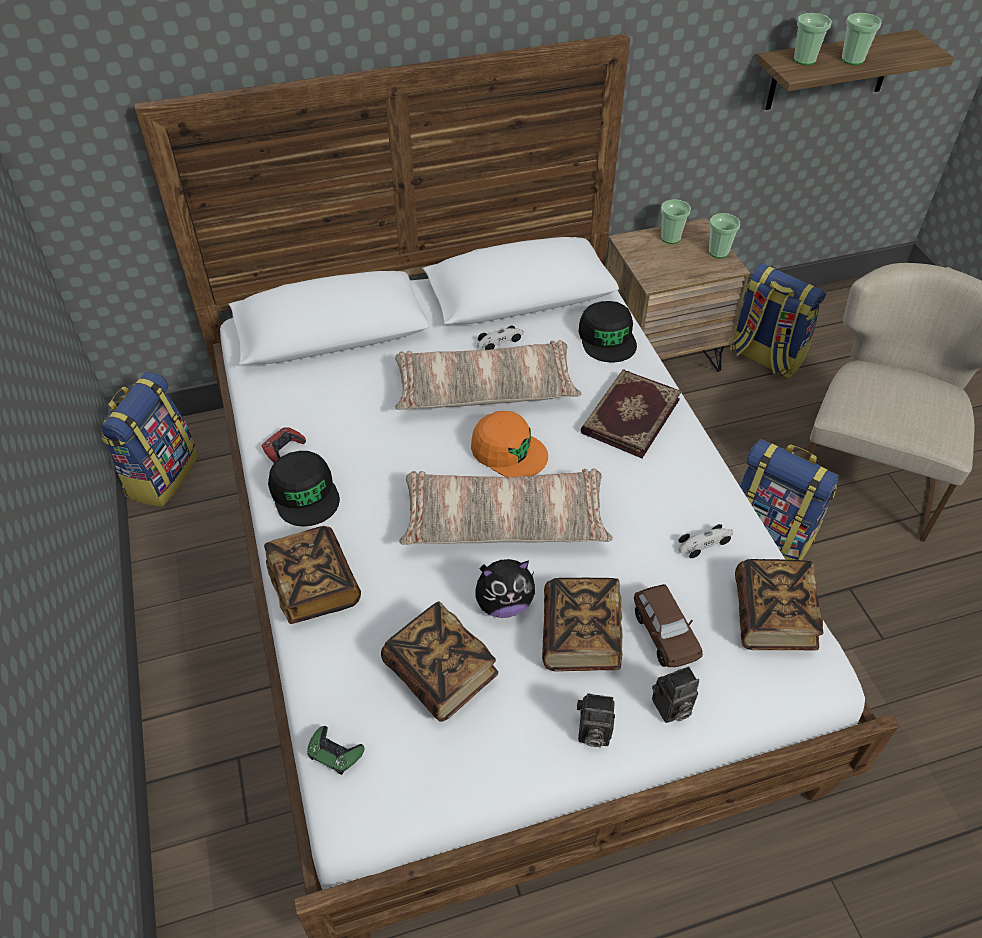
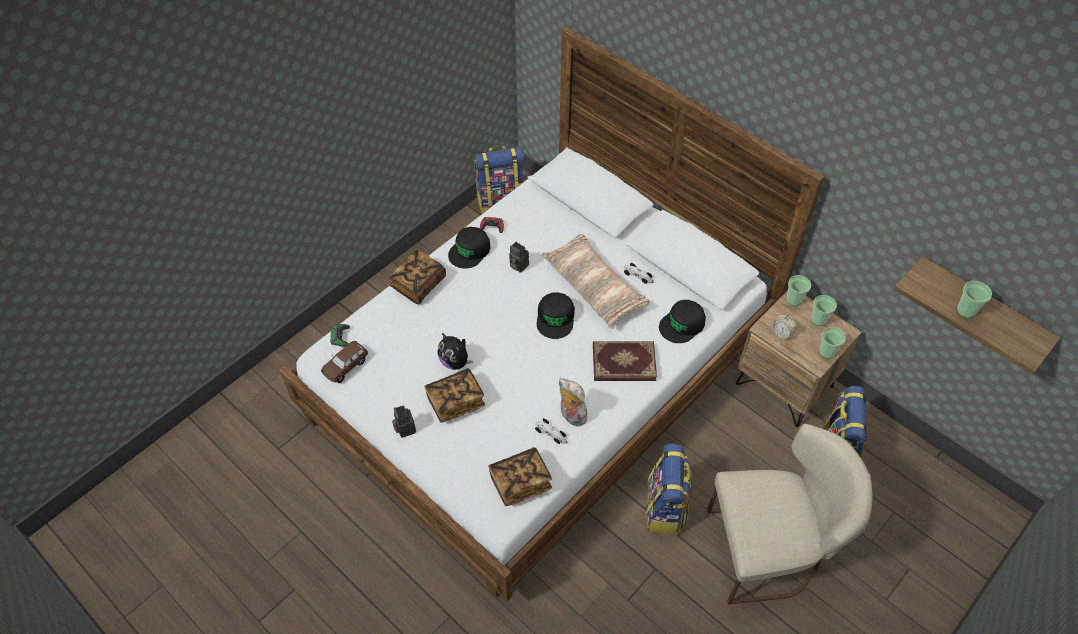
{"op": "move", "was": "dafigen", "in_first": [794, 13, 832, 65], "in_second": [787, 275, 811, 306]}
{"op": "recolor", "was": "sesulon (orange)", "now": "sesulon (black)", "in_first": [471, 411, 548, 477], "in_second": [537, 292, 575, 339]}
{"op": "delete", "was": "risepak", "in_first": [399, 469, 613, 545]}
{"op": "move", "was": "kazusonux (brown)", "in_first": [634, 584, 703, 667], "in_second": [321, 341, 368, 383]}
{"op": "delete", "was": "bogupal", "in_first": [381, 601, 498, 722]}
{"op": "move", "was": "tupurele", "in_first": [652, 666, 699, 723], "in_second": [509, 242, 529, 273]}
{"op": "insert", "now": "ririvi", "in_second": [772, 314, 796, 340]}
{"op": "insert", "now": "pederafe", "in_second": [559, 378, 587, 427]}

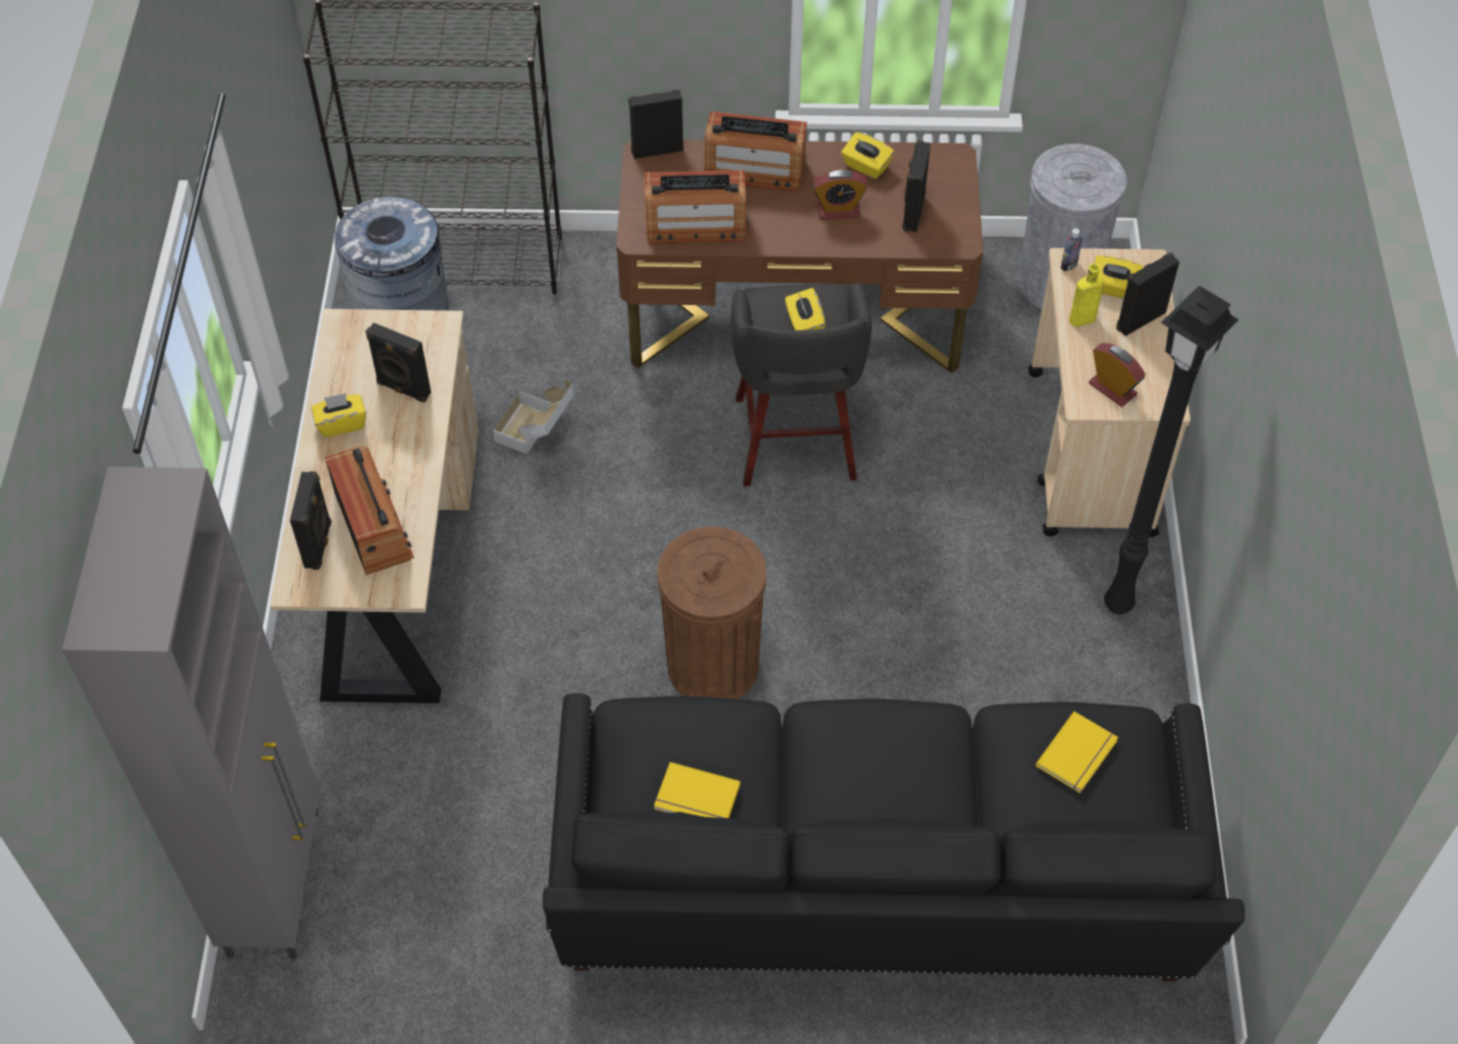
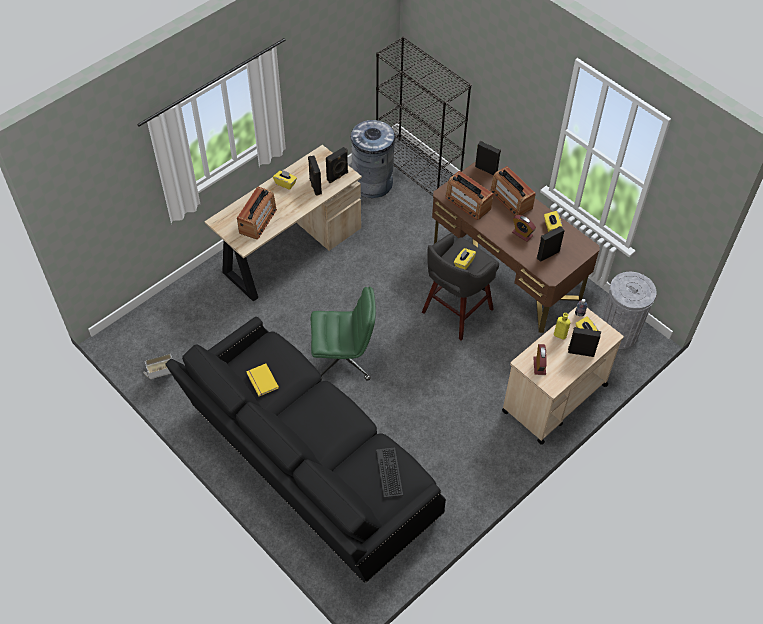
{"op": "delete", "was": "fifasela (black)", "in_first": [1104, 286, 1239, 615]}
{"op": "move", "was": "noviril", "in_first": [493, 380, 573, 454], "in_second": [143, 354, 172, 379]}
{"op": "delete", "was": "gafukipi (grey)", "in_first": [62, 467, 319, 959]}
{"op": "move", "was": "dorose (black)", "in_first": [290, 471, 332, 570], "in_second": [326, 147, 348, 183]}
{"op": "replace", "was": "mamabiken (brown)", "now": "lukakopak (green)", "in_first": [657, 527, 766, 699], "in_second": [311, 287, 376, 381]}
{"op": "replace", "was": "bogupal (yellow)", "now": "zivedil", "in_first": [1036, 711, 1118, 793], "in_second": [376, 448, 403, 498]}

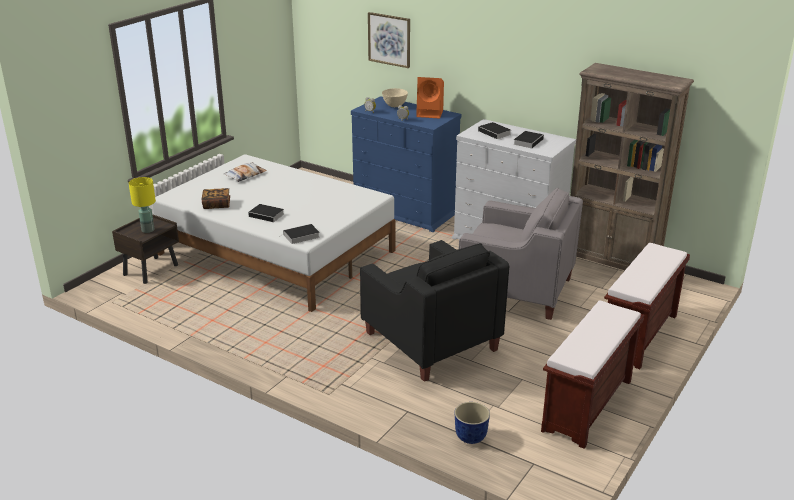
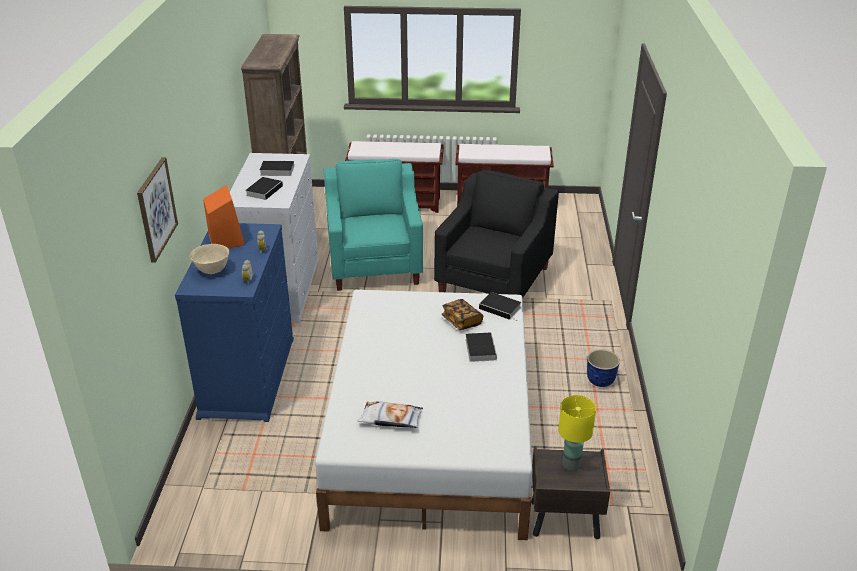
{"op": "move", "was": "bogupal", "in_first": [202, 188, 230, 209], "in_second": [441, 299, 483, 330]}
{"op": "recolor", "was": "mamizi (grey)", "now": "mamizi (turquoise)", "in_first": [459, 188, 583, 320], "in_second": [324, 159, 423, 291]}
{"op": "move", "was": "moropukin", "in_first": [455, 402, 490, 444], "in_second": [587, 349, 620, 387]}

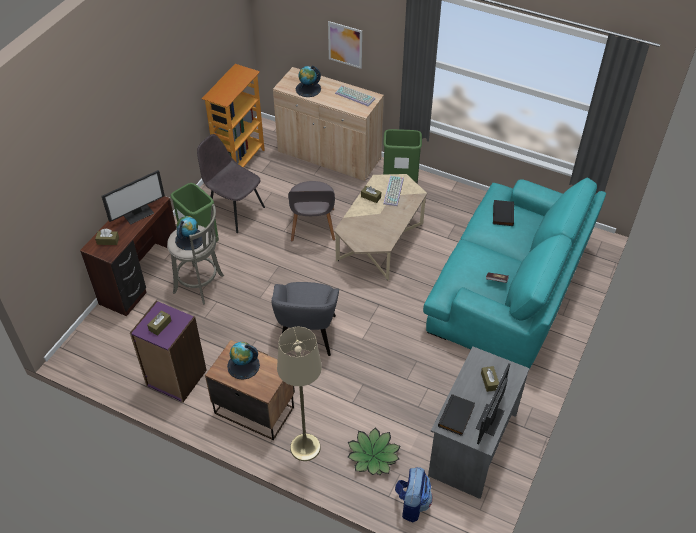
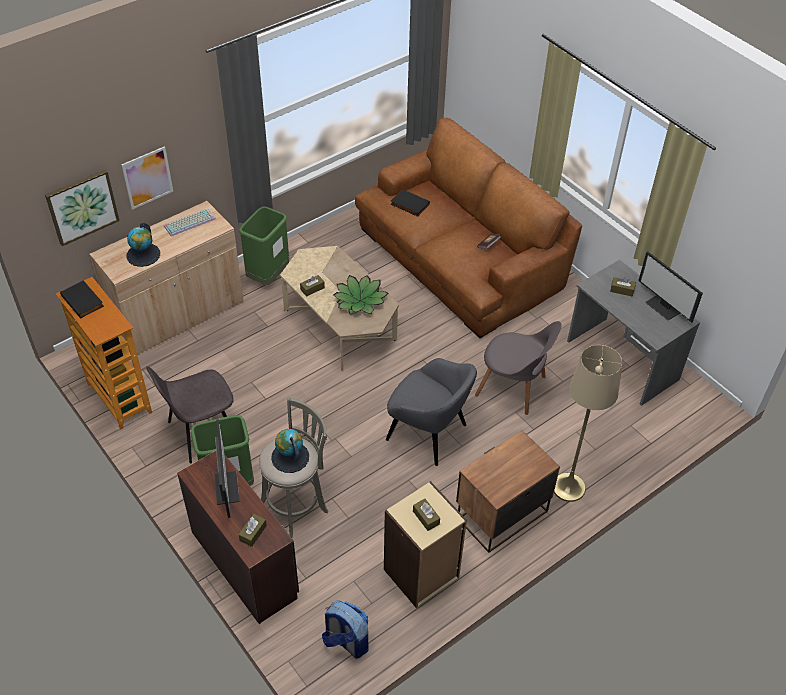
{"op": "delete", "was": "zivedil", "in_first": [383, 176, 404, 206]}
{"op": "recolor", "was": "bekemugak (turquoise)", "now": "bekemugak (brown)", "in_first": [423, 178, 606, 368], "in_second": [355, 118, 582, 338]}
{"op": "move", "was": "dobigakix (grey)", "in_first": [288, 181, 335, 241], "in_second": [475, 321, 562, 415]}
{"op": "recolor", "was": "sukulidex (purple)", "now": "sukulidex (beige)", "in_first": [130, 301, 207, 402], "in_second": [384, 481, 467, 608]}
{"op": "delete", "was": "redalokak", "in_first": [227, 342, 260, 380]}
{"op": "move", "was": "bogupal (black)", "in_first": [438, 394, 475, 436], "in_second": [60, 280, 104, 318]}
{"op": "move", "was": "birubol", "in_first": [348, 427, 401, 475], "in_second": [334, 275, 388, 314]}
{"op": "move", "was": "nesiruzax", "in_first": [395, 467, 433, 523], "in_second": [322, 600, 369, 658]}
{"op": "insert", "now": "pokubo", "in_second": [45, 169, 120, 246]}

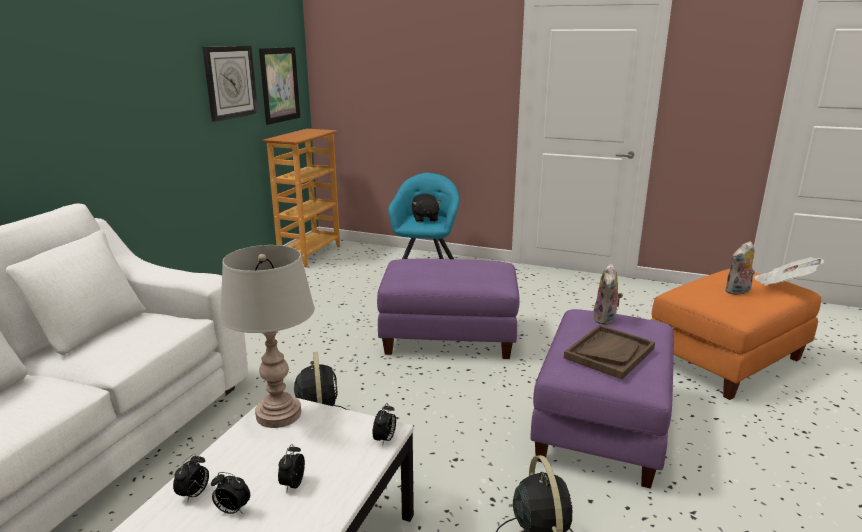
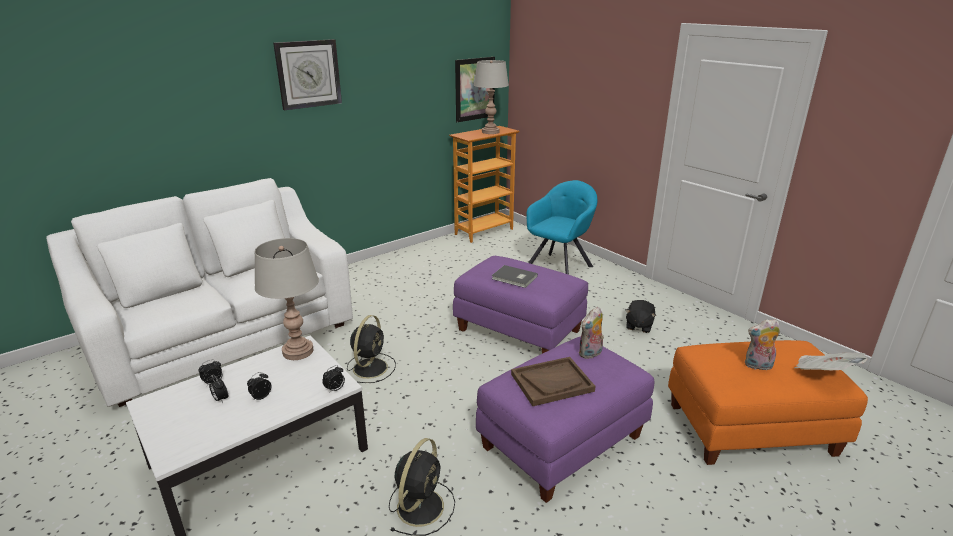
{"op": "move", "was": "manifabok", "in_first": [202, 46, 258, 122], "in_second": [273, 39, 342, 110]}
{"op": "move", "was": "pederafe (black)", "in_first": [412, 193, 441, 222], "in_second": [626, 300, 656, 333]}
{"op": "insert", "now": "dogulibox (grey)", "in_second": [474, 60, 509, 134]}
{"op": "insert", "now": "bogupal (grey)", "in_second": [491, 265, 538, 288]}

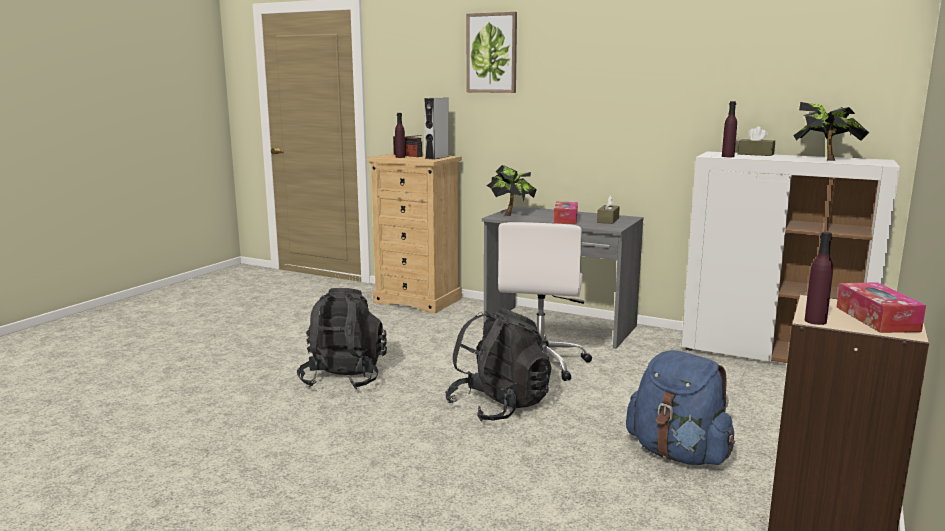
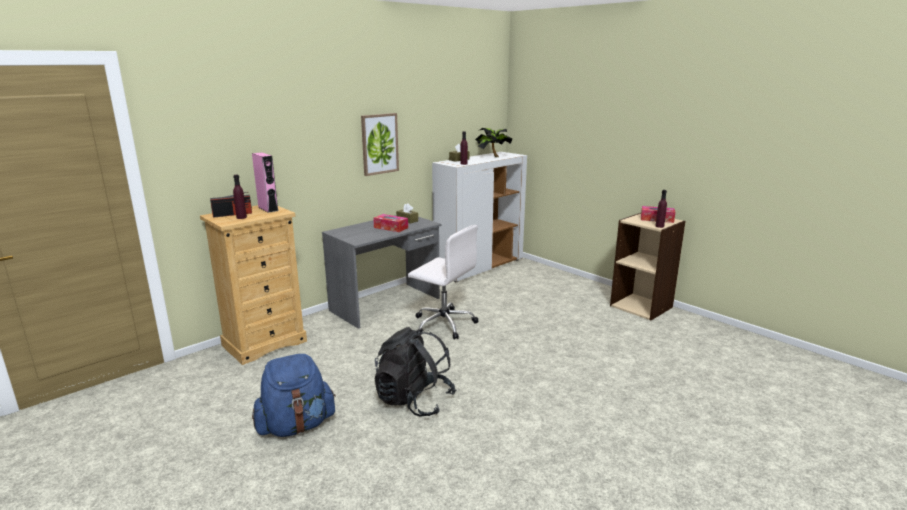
{"op": "move", "was": "pokubo", "in_first": [466, 12, 517, 93], "in_second": [361, 113, 399, 176]}
{"op": "recolor", "was": "dorose (grey)", "now": "dorose (pink)", "in_first": [424, 97, 449, 159], "in_second": [252, 152, 278, 213]}
{"op": "delete", "was": "birubol", "in_first": [486, 165, 537, 216]}
{"op": "delete", "was": "nesiruzax (black)", "in_first": [445, 308, 552, 421]}
{"op": "move", "was": "nesiruzax (blue)", "in_first": [626, 350, 735, 465], "in_second": [252, 354, 336, 437]}

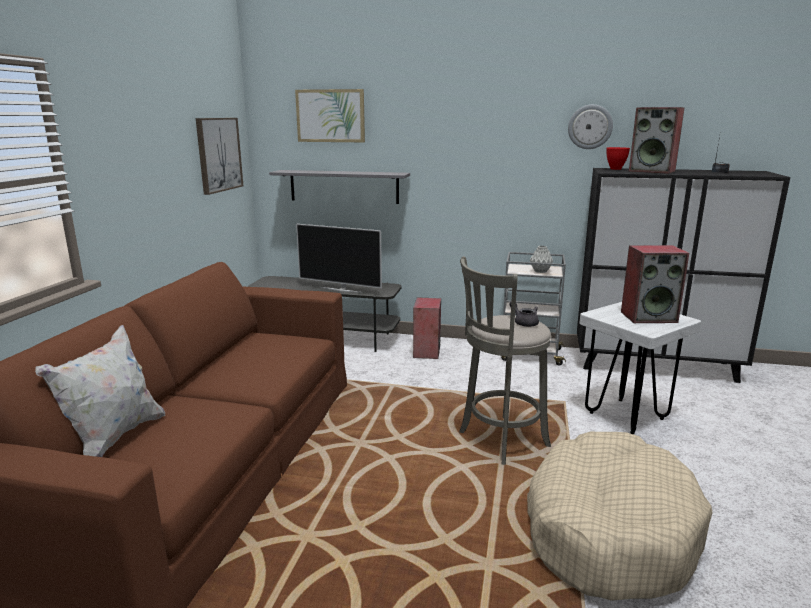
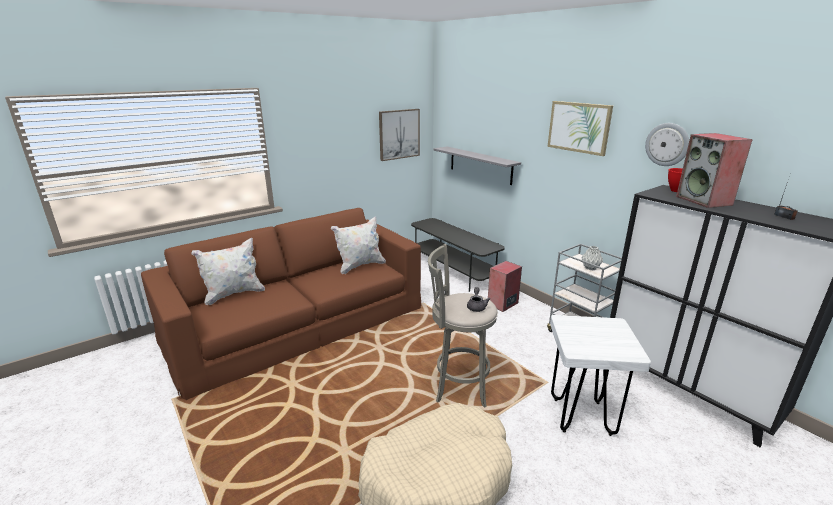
{"op": "move", "was": "pokubo", "in_first": [295, 89, 365, 142], "in_second": [548, 101, 613, 156]}
{"op": "delete", "was": "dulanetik", "in_first": [296, 224, 382, 293]}
{"op": "delete", "was": "dorose", "in_first": [621, 245, 689, 323]}
{"op": "insert", "now": "risepak (white)", "in_second": [331, 216, 386, 274]}

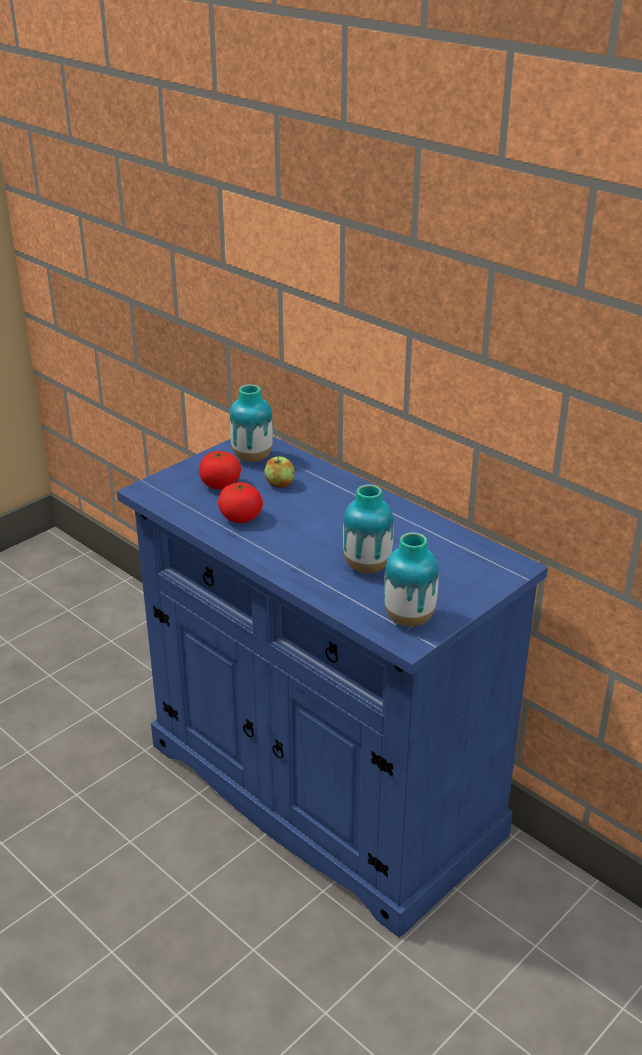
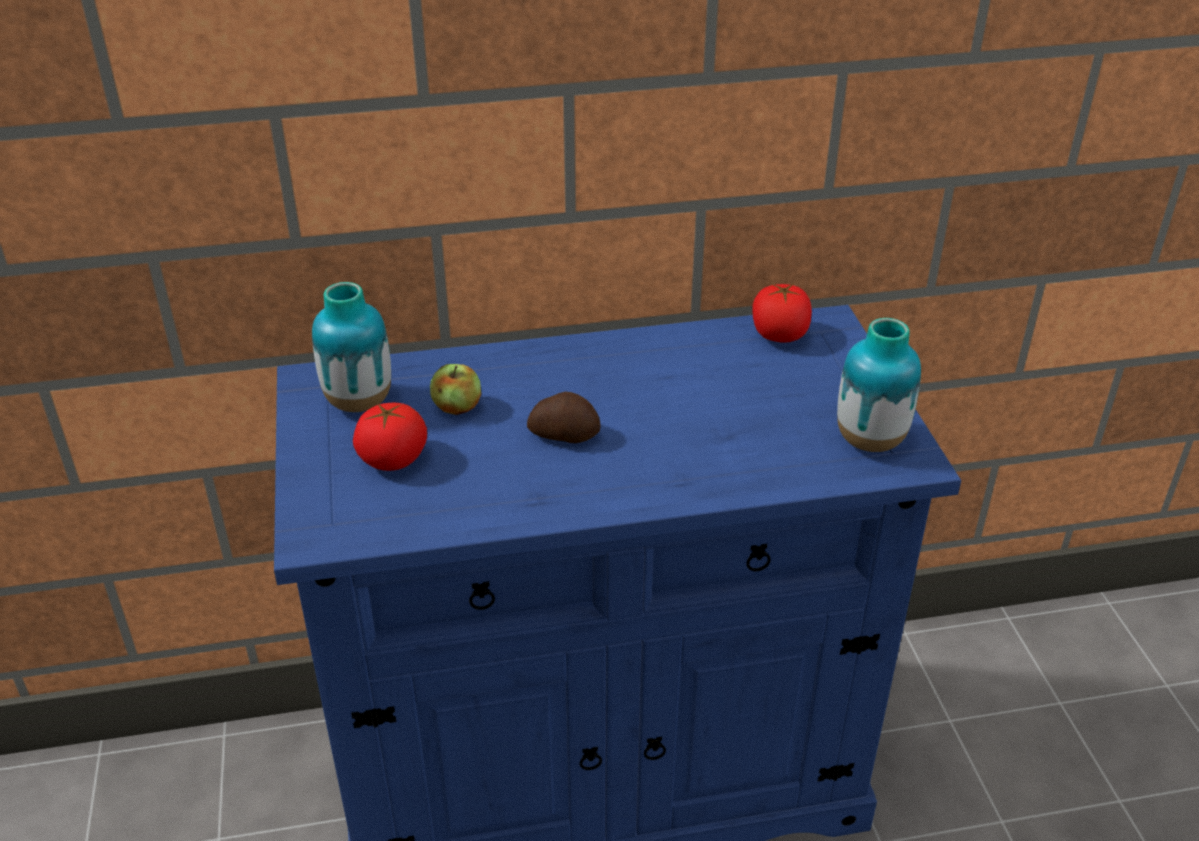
{"op": "move", "was": "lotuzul", "in_first": [218, 482, 263, 523], "in_second": [752, 283, 812, 343]}
{"op": "delete", "was": "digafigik", "in_first": [343, 484, 394, 573]}
{"op": "insert", "now": "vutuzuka", "in_second": [527, 392, 600, 443]}

